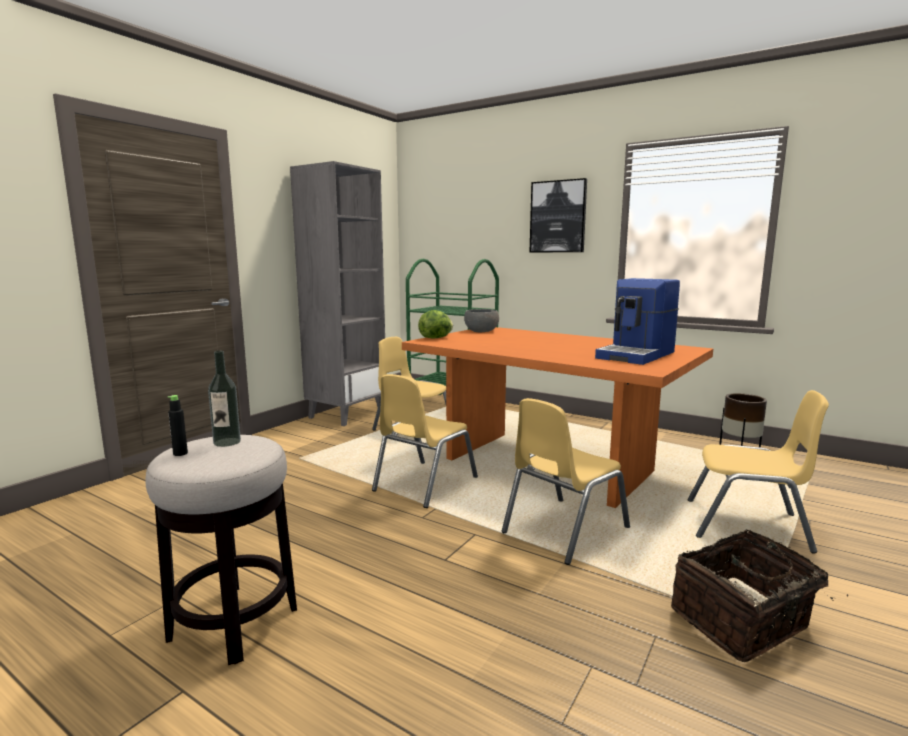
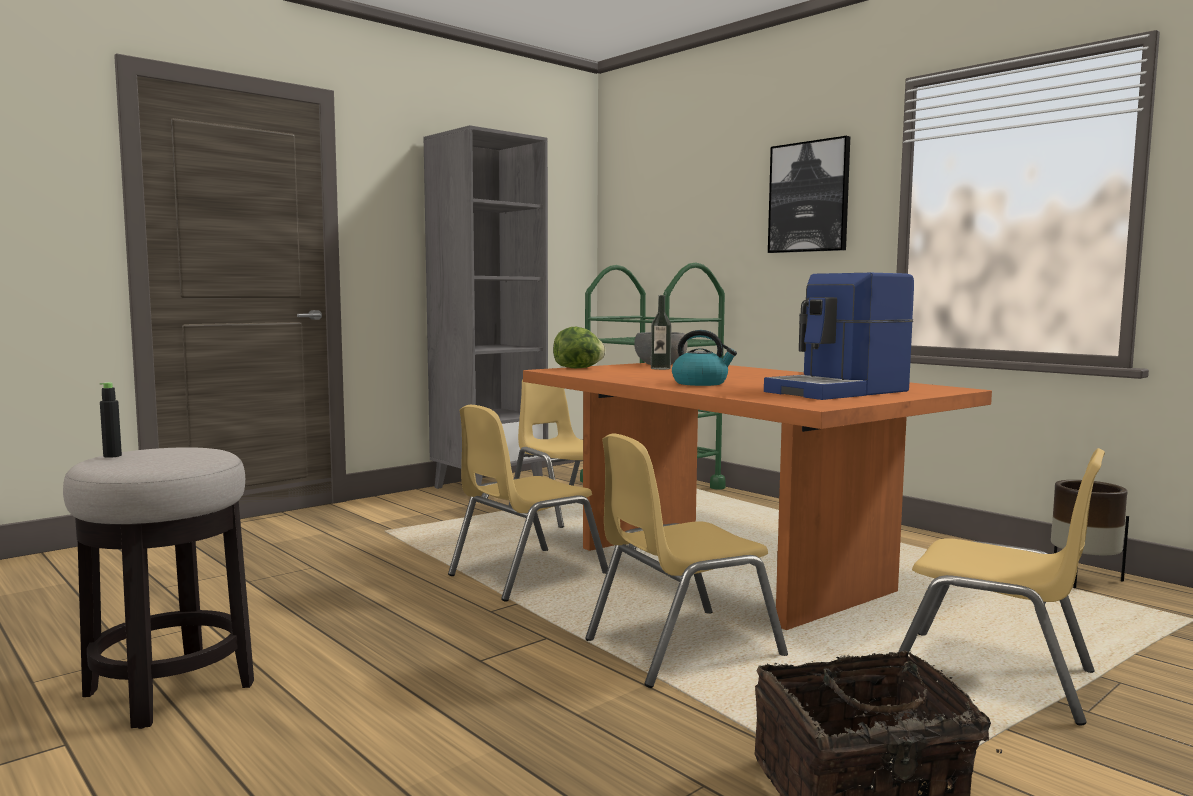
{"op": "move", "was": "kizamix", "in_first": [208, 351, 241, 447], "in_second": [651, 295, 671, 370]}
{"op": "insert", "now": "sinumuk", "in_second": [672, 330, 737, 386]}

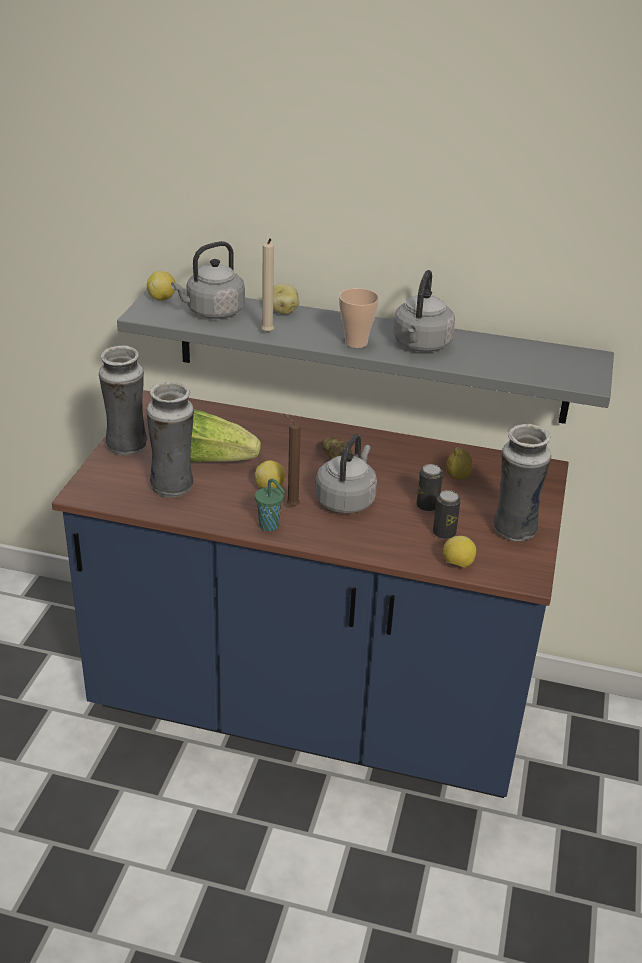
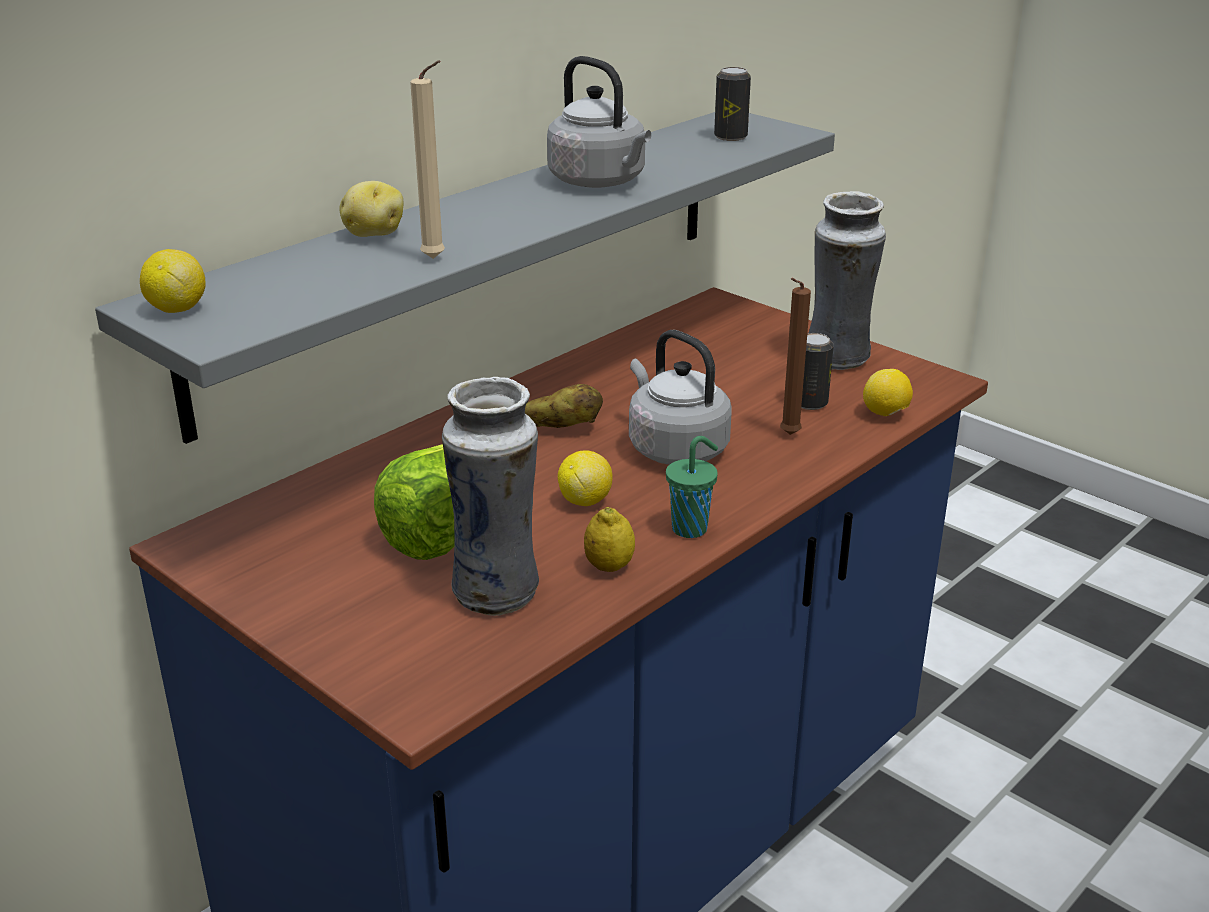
{"op": "delete", "was": "sinumuk (grey)", "in_first": [171, 241, 245, 319]}
{"op": "delete", "was": "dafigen", "in_first": [339, 288, 379, 348]}
{"op": "delete", "was": "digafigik", "in_first": [99, 345, 147, 455]}
{"op": "move", "was": "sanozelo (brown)", "in_first": [284, 414, 301, 506], "in_second": [780, 278, 811, 435]}
{"op": "move", "was": "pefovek", "in_first": [446, 447, 473, 480], "in_second": [584, 507, 635, 572]}
{"op": "move", "was": "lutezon", "in_first": [416, 464, 443, 512], "in_second": [714, 67, 751, 141]}

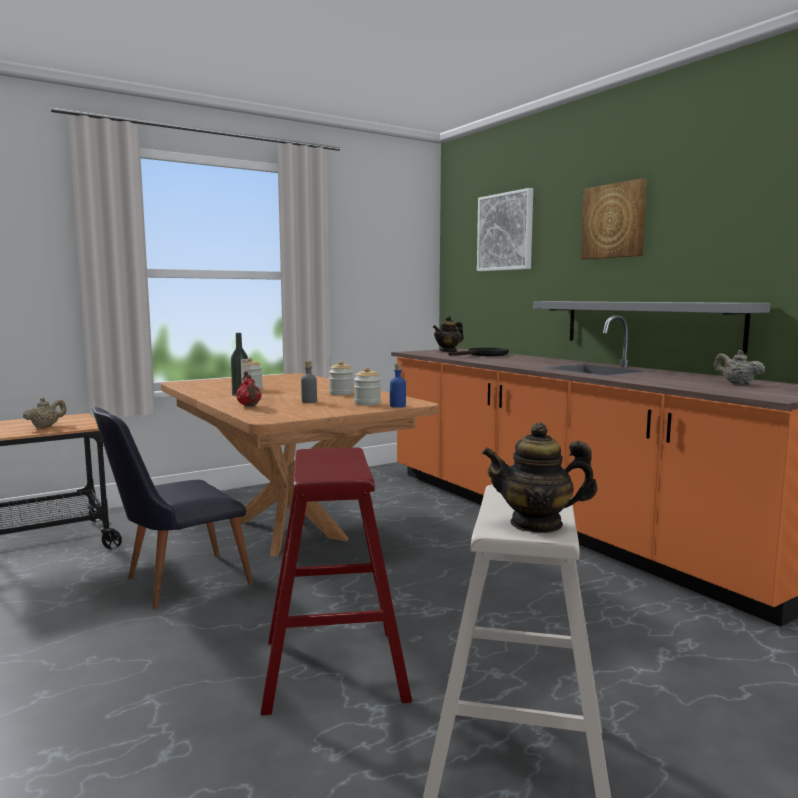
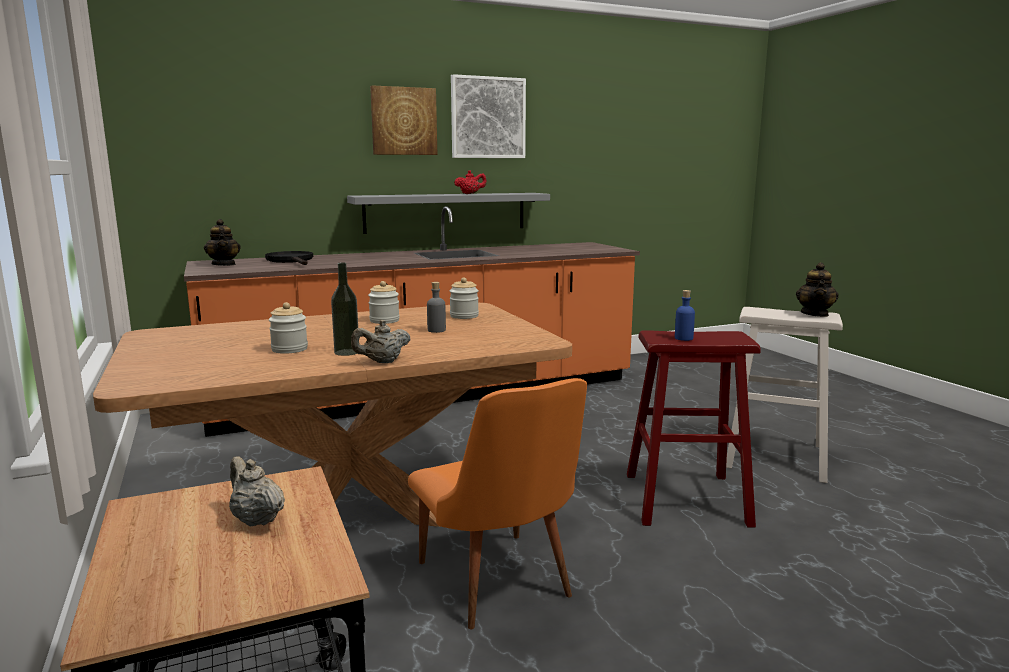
{"op": "move", "was": "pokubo", "in_first": [477, 188, 533, 271], "in_second": [451, 74, 526, 158]}
{"op": "move", "was": "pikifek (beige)", "in_first": [714, 350, 765, 385], "in_second": [351, 320, 411, 363]}
{"op": "move", "was": "kizamix (blue)", "in_first": [390, 364, 406, 408], "in_second": [675, 290, 695, 341]}
{"op": "move", "was": "pikifek (red)", "in_first": [236, 375, 261, 406], "in_second": [454, 170, 487, 194]}
{"op": "recolor", "was": "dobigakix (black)", "now": "dobigakix (orange)", "in_first": [92, 407, 253, 609], "in_second": [408, 378, 587, 629]}

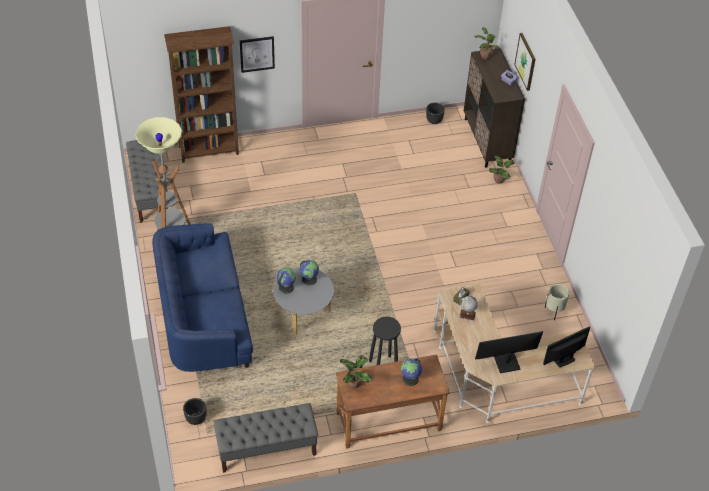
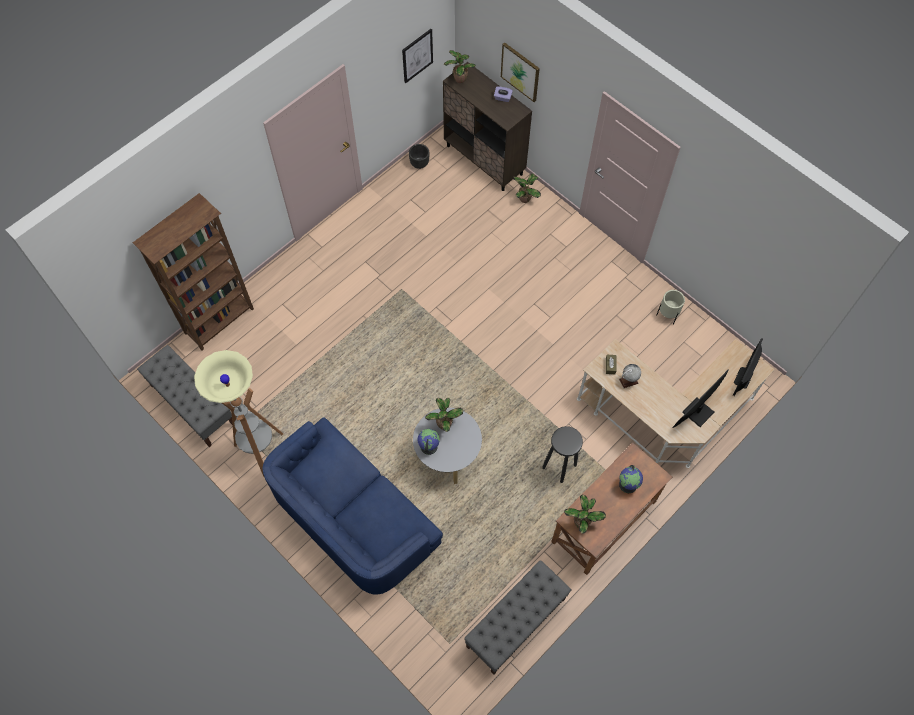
{"op": "move", "was": "pokubo", "in_first": [240, 36, 275, 73], "in_second": [402, 29, 433, 83]}
{"op": "replace", "was": "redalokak", "now": "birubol", "in_first": [300, 260, 319, 285], "in_second": [425, 398, 463, 432]}
{"op": "delete", "was": "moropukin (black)", "in_first": [183, 398, 206, 425]}

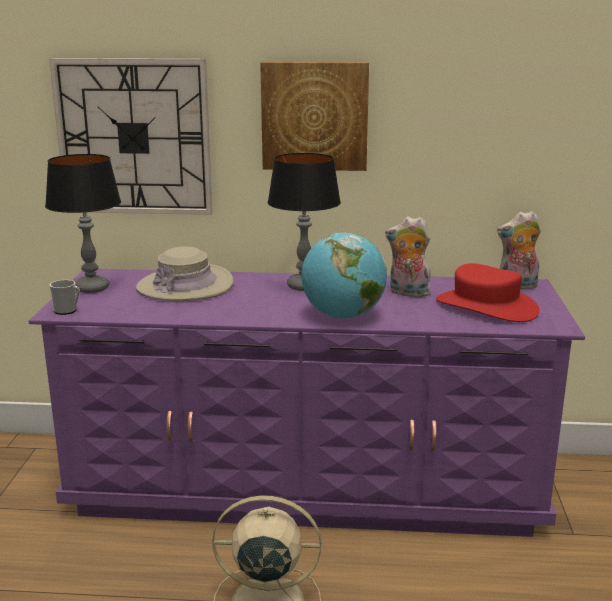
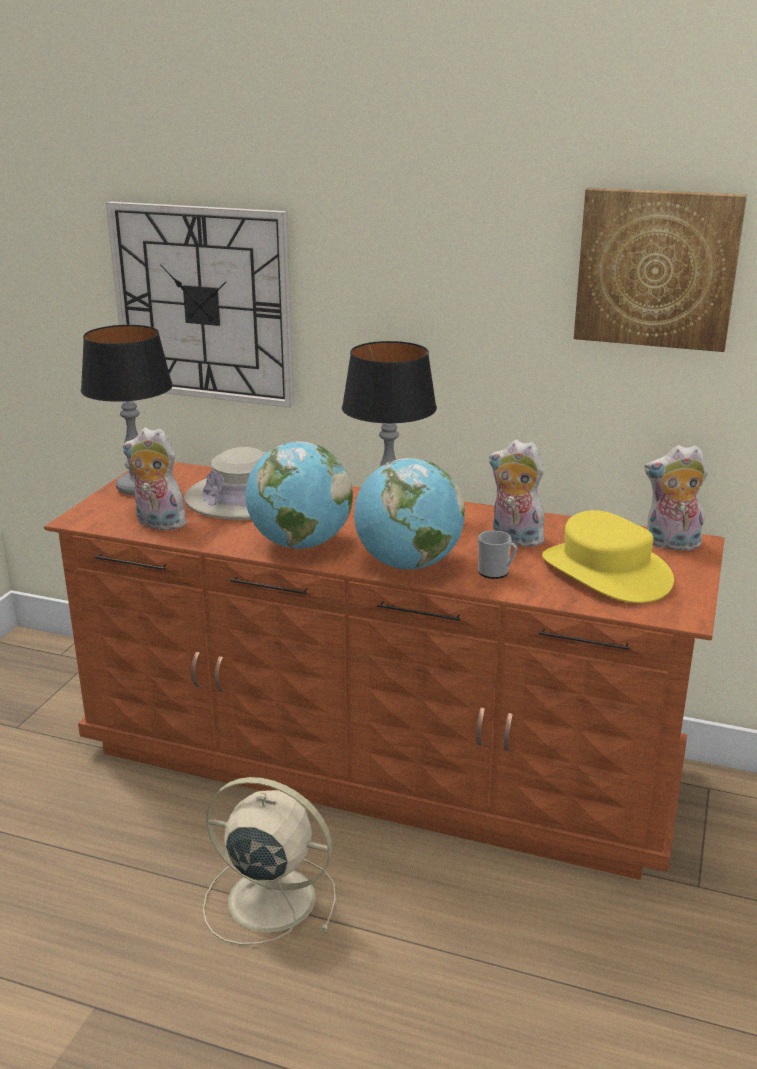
{"op": "move", "was": "pokubo", "in_first": [260, 62, 369, 171], "in_second": [574, 188, 747, 352]}
{"op": "recolor", "was": "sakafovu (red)", "now": "sakafovu (yellow)", "in_first": [436, 263, 540, 322], "in_second": [542, 510, 674, 603]}
{"op": "recolor", "was": "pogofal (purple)", "now": "pogofal (brown)", "in_first": [28, 269, 585, 537], "in_second": [44, 462, 725, 880]}
{"op": "move", "was": "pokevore", "in_first": [49, 280, 80, 315], "in_second": [478, 531, 517, 579]}
{"op": "insert", "now": "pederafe", "in_second": [123, 427, 187, 530]}
{"op": "insert", "now": "redalokak", "in_second": [245, 441, 353, 549]}

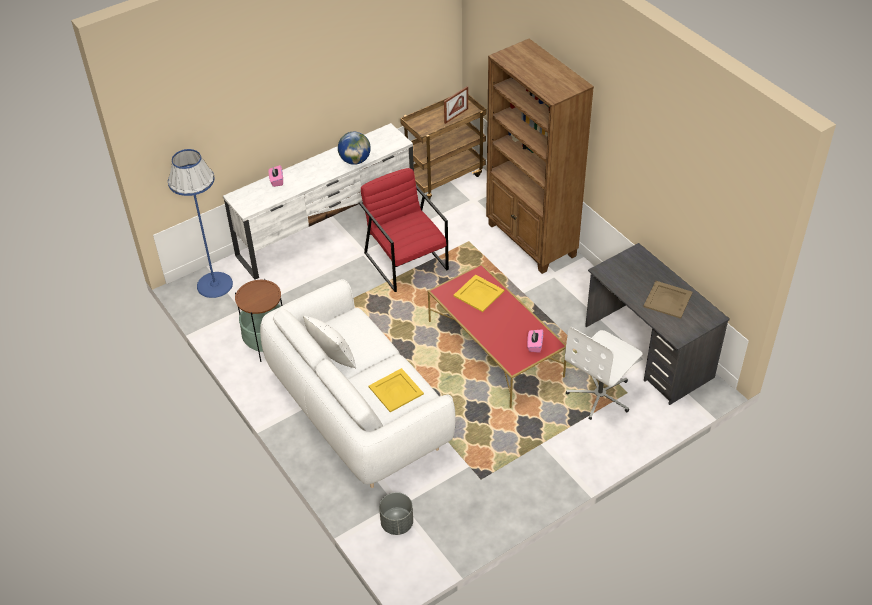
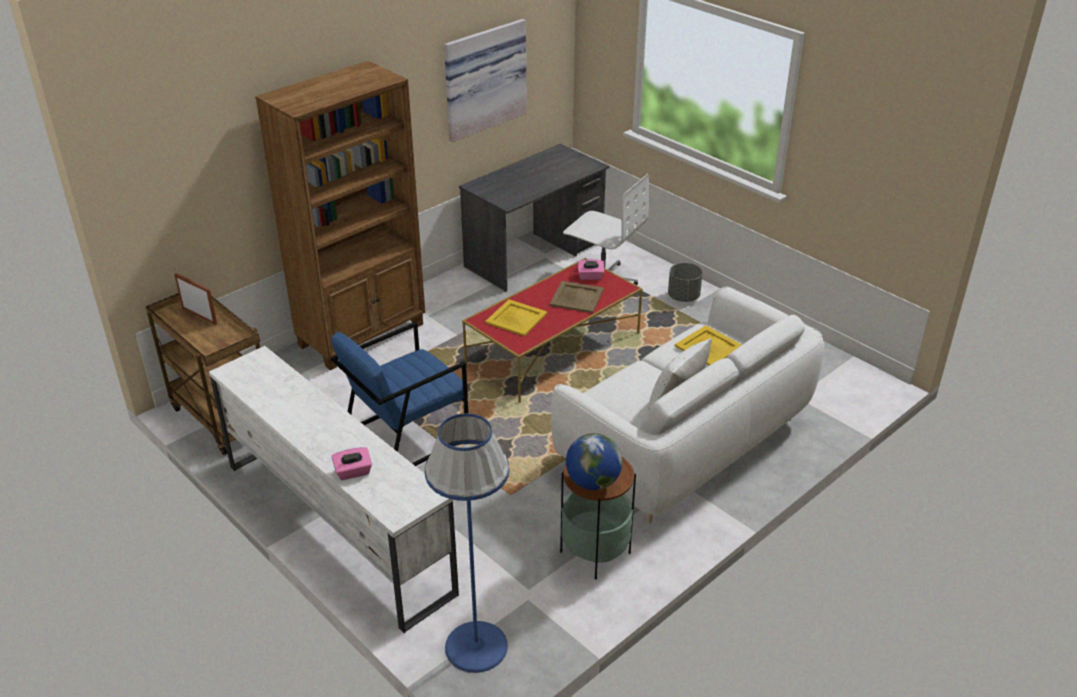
{"op": "move", "was": "redalokak", "in_first": [338, 132, 371, 165], "in_second": [566, 433, 622, 490]}
{"op": "recolor", "was": "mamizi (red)", "now": "mamizi (blue)", "in_first": [359, 168, 449, 292], "in_second": [331, 322, 468, 466]}
{"op": "move", "was": "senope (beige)", "in_first": [643, 281, 692, 319], "in_second": [550, 281, 604, 313]}
{"op": "move", "was": "moropukin (grey)", "in_first": [379, 492, 413, 535], "in_second": [668, 263, 703, 302]}
{"op": "insert", "now": "pokubo", "in_second": [444, 19, 527, 142]}

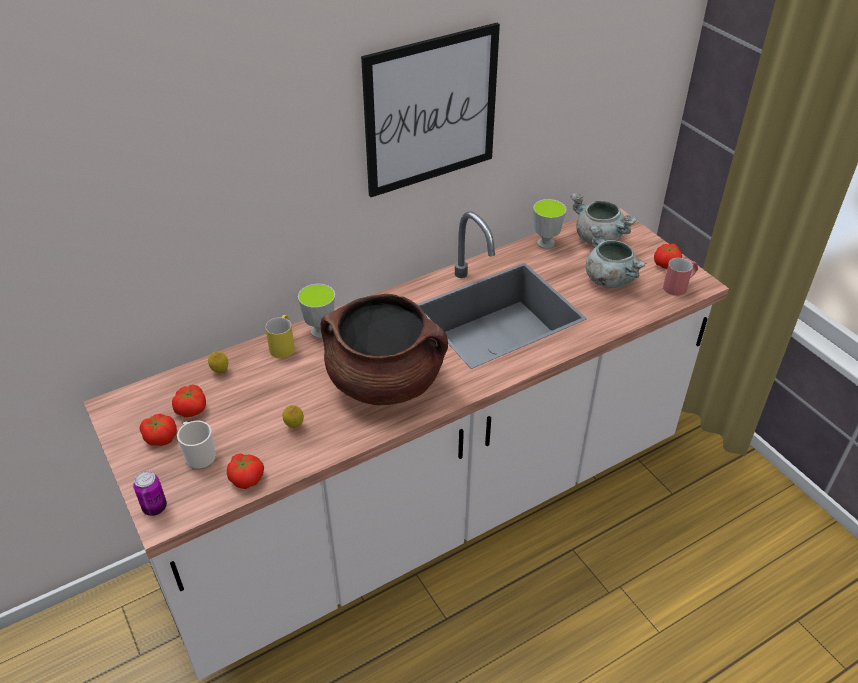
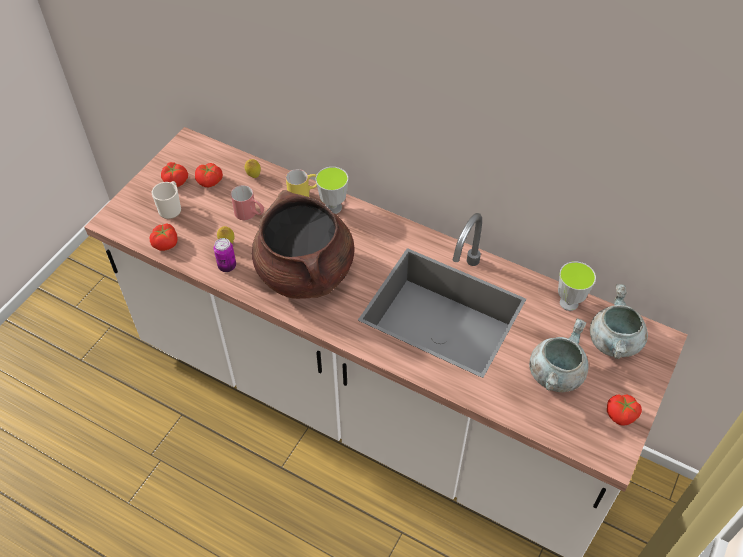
{"op": "delete", "was": "pokubo", "in_first": [361, 23, 500, 197]}
{"op": "move", "was": "pokevore (red)", "in_first": [663, 258, 698, 296], "in_second": [231, 185, 264, 220]}
{"op": "move", "was": "lutezon", "in_first": [133, 471, 167, 516], "in_second": [214, 238, 236, 272]}

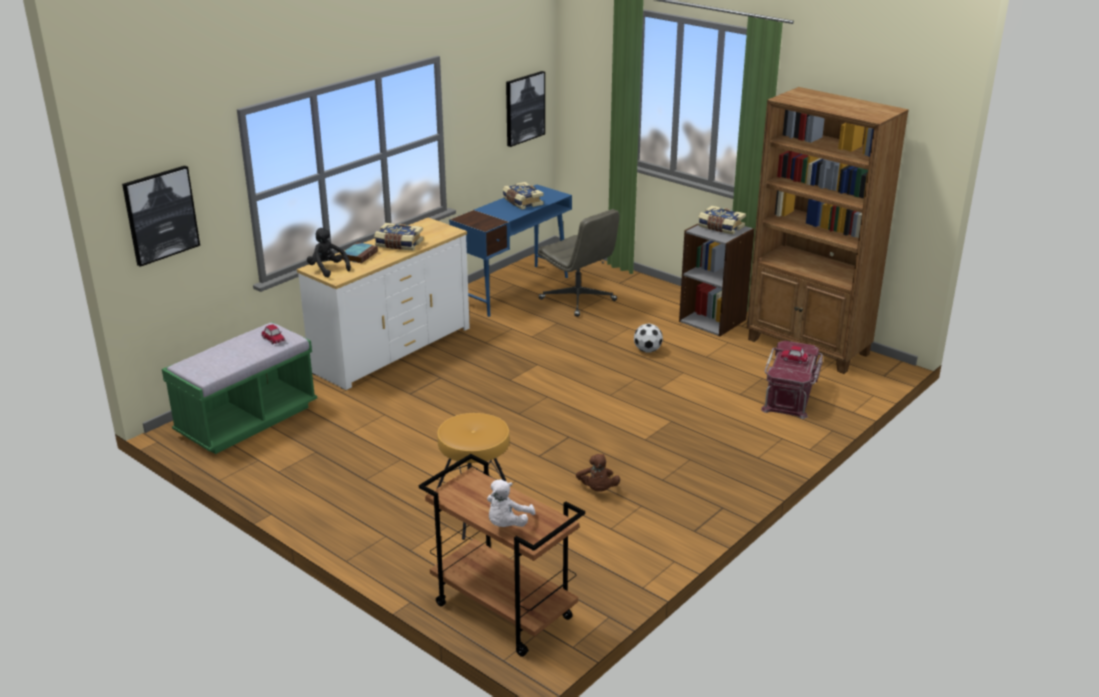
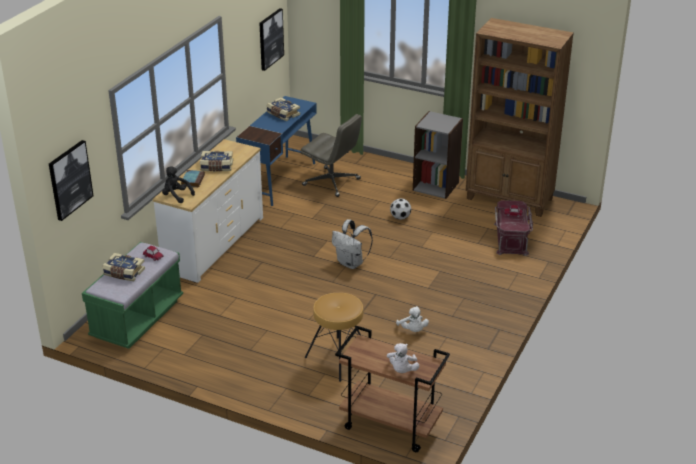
{"op": "move", "was": "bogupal", "in_first": [698, 206, 746, 235], "in_second": [102, 253, 145, 281]}
{"op": "recolor", "was": "pederafe (brown)", "now": "pederafe (white)", "in_first": [576, 454, 620, 492], "in_second": [396, 306, 429, 332]}
{"op": "insert", "now": "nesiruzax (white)", "in_second": [332, 219, 373, 269]}

